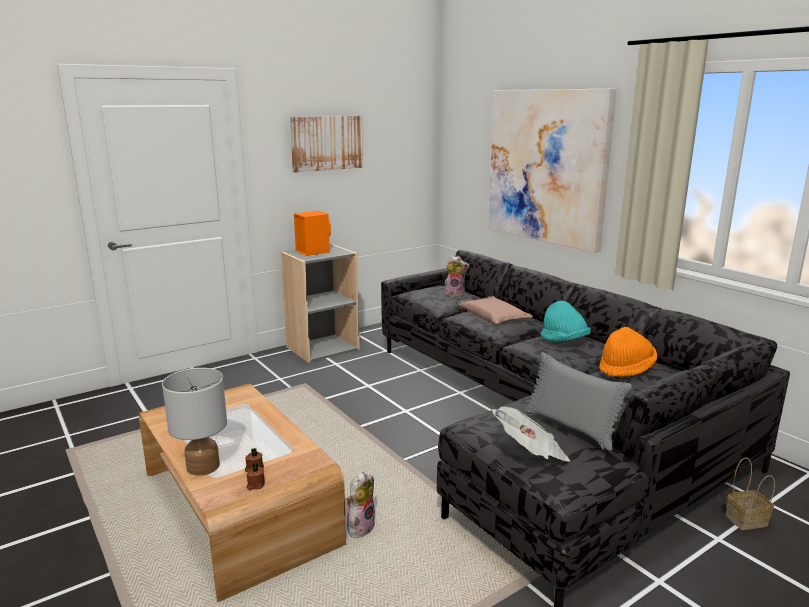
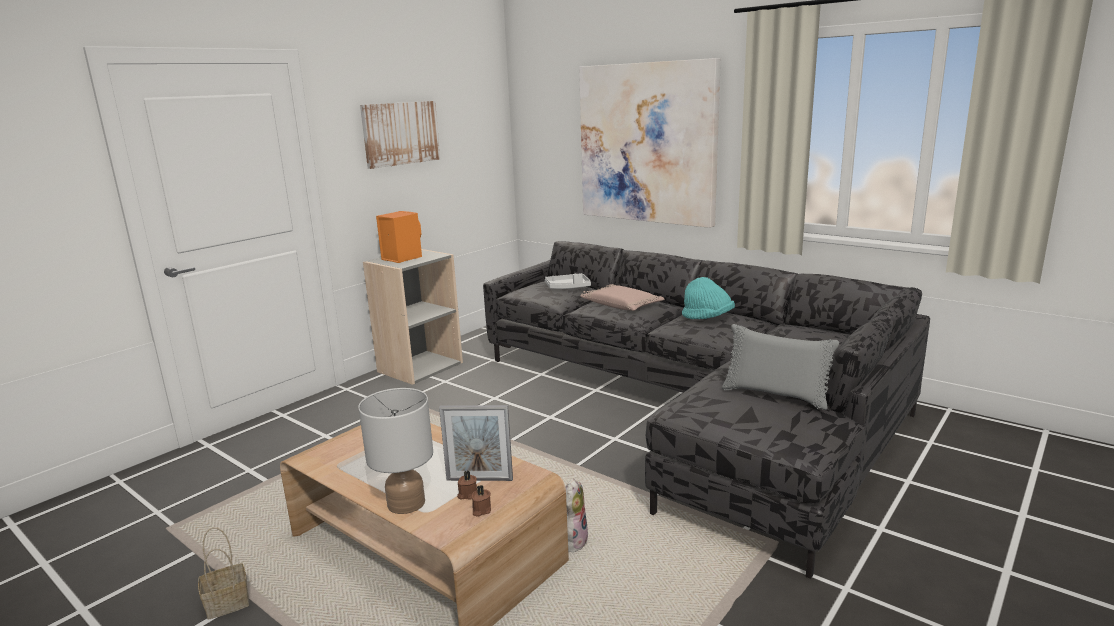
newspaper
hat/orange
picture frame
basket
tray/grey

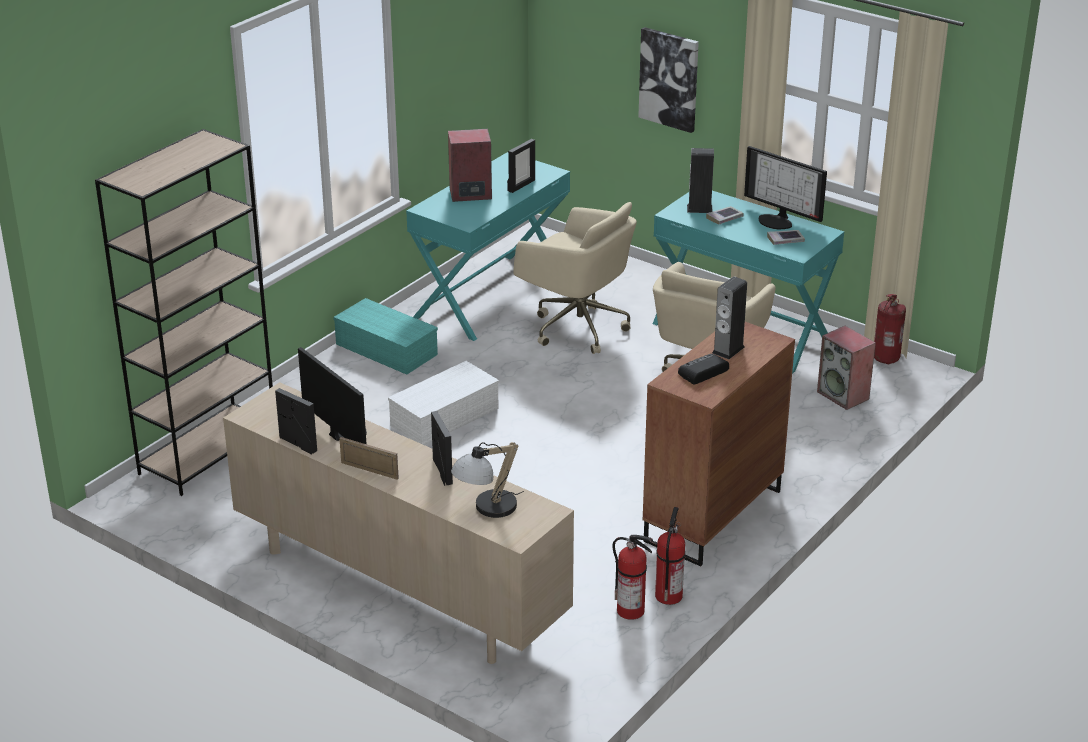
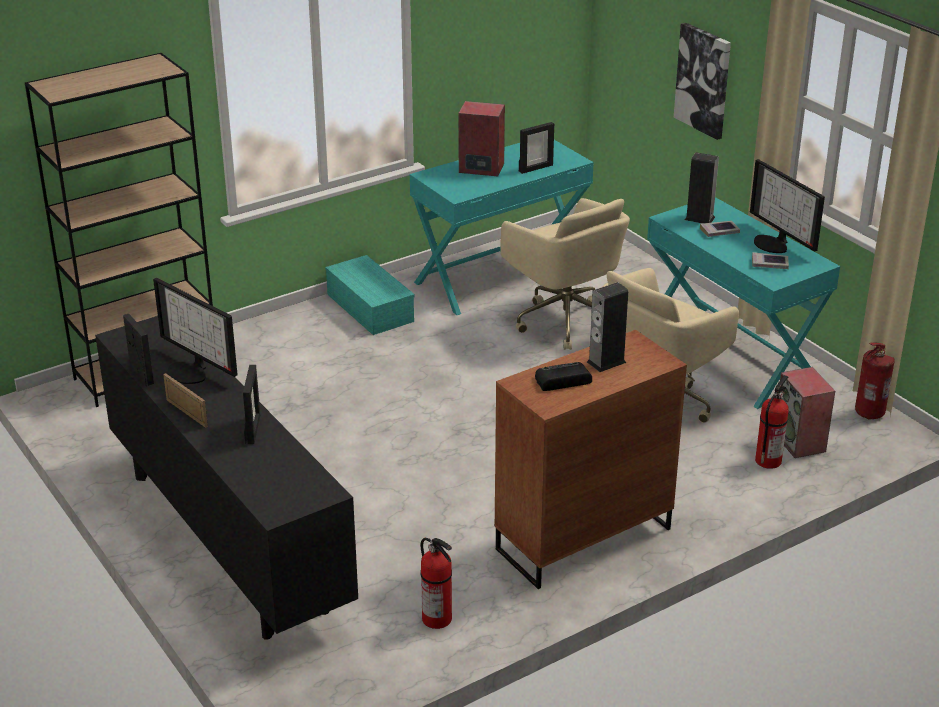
storage box/white
table lamp
fire extinguisher (no. 2 from left)
cabinet/black
monitor (no. 1 from left)

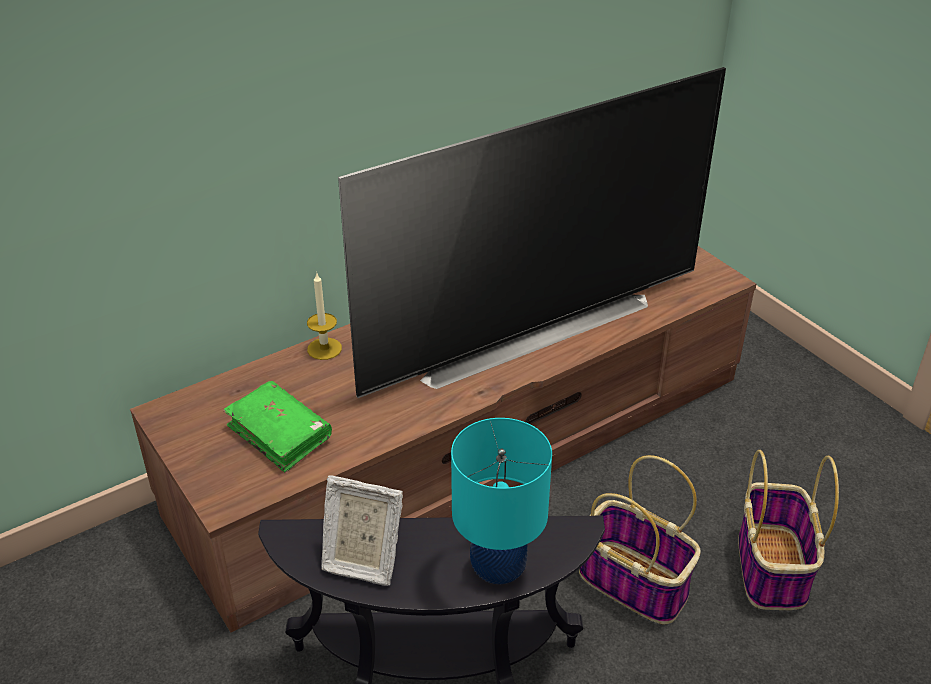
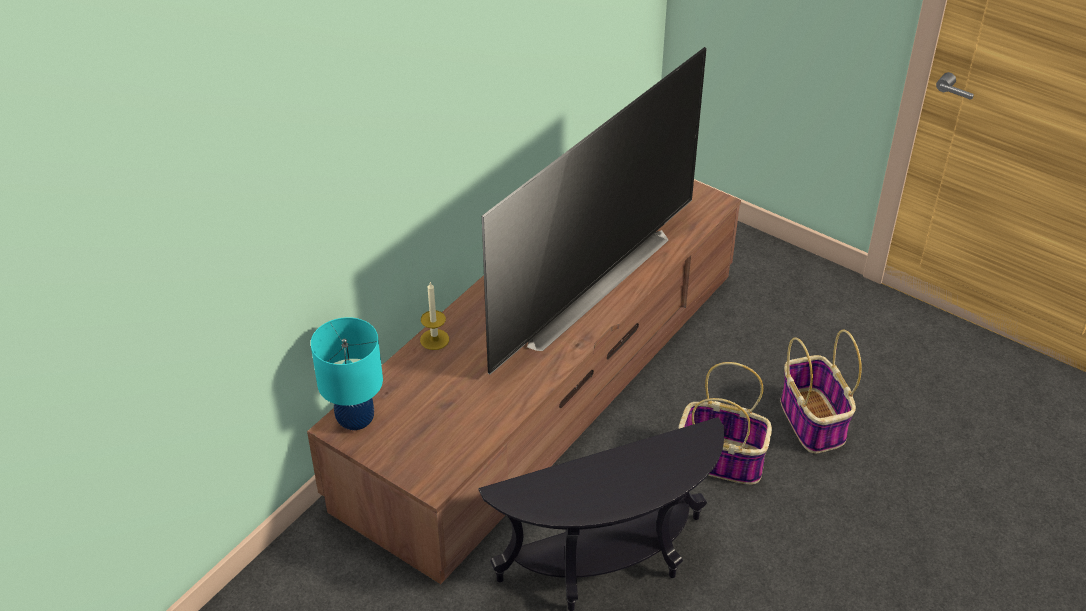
book/green
picture frame
table lamp/turquoise

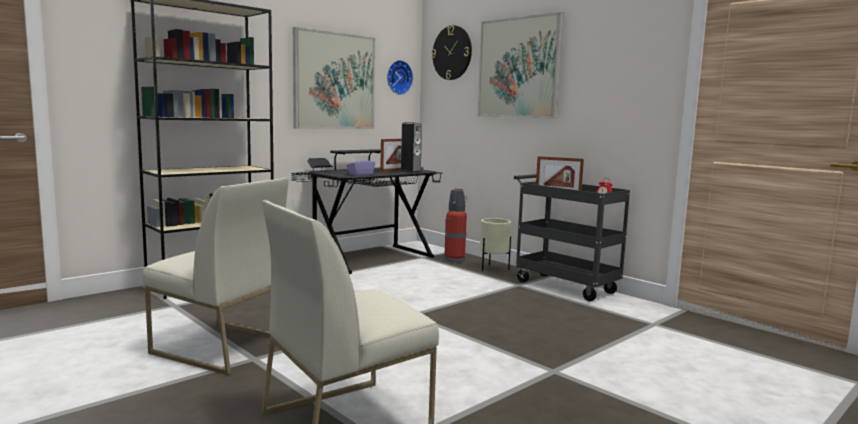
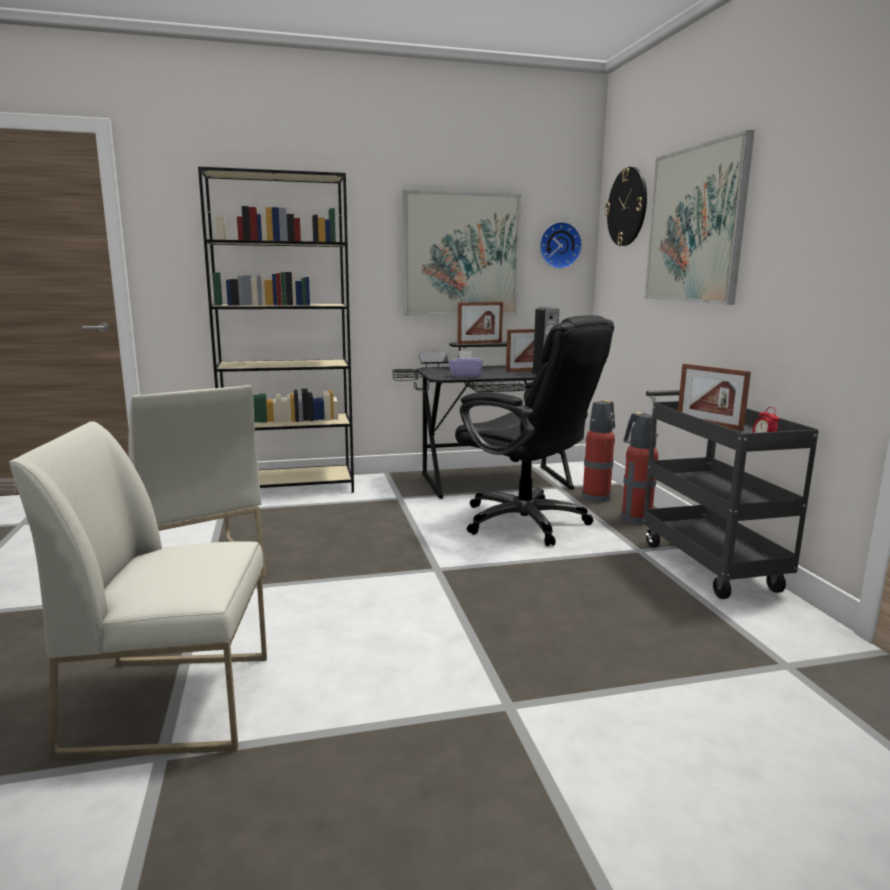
office chair/black
picture frame (no. 1 from left)
fire extinguisher (no. 2 from left)

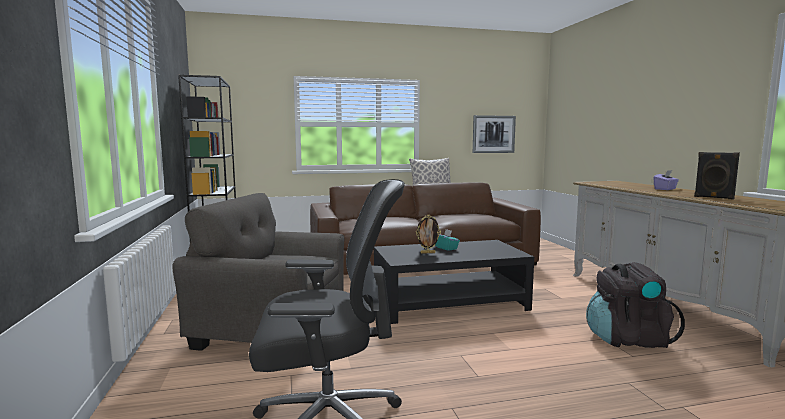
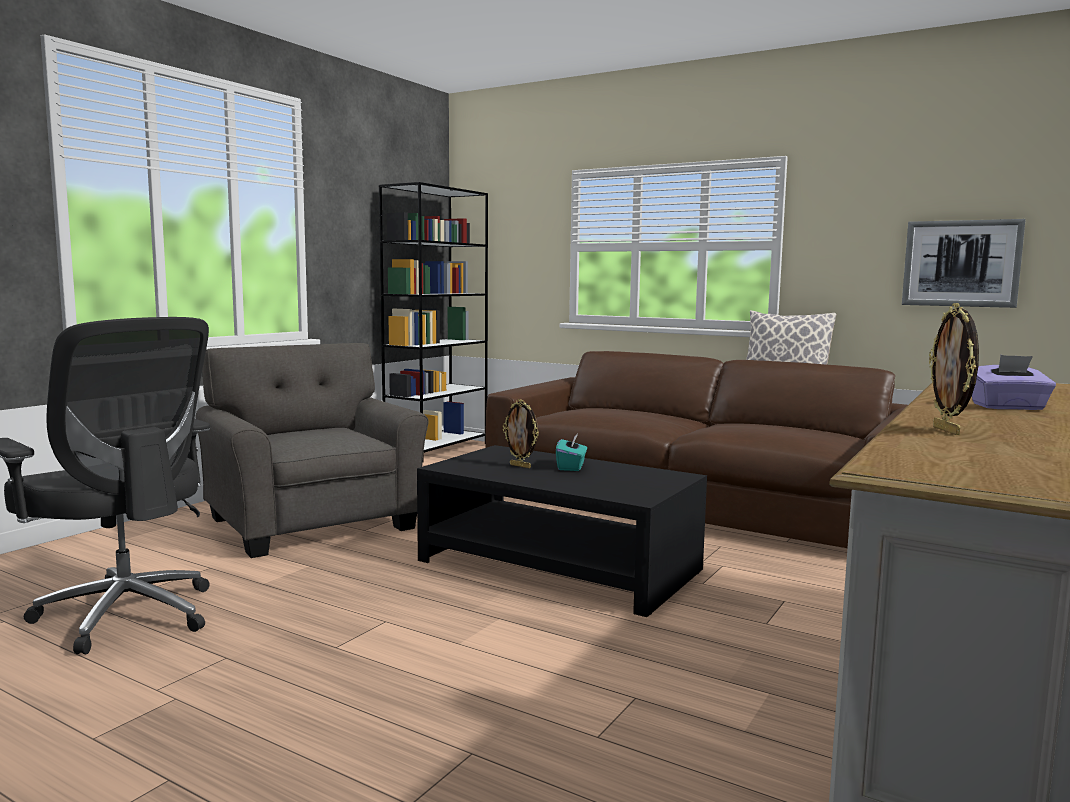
backpack/black
picture frame (no. 2 from left)

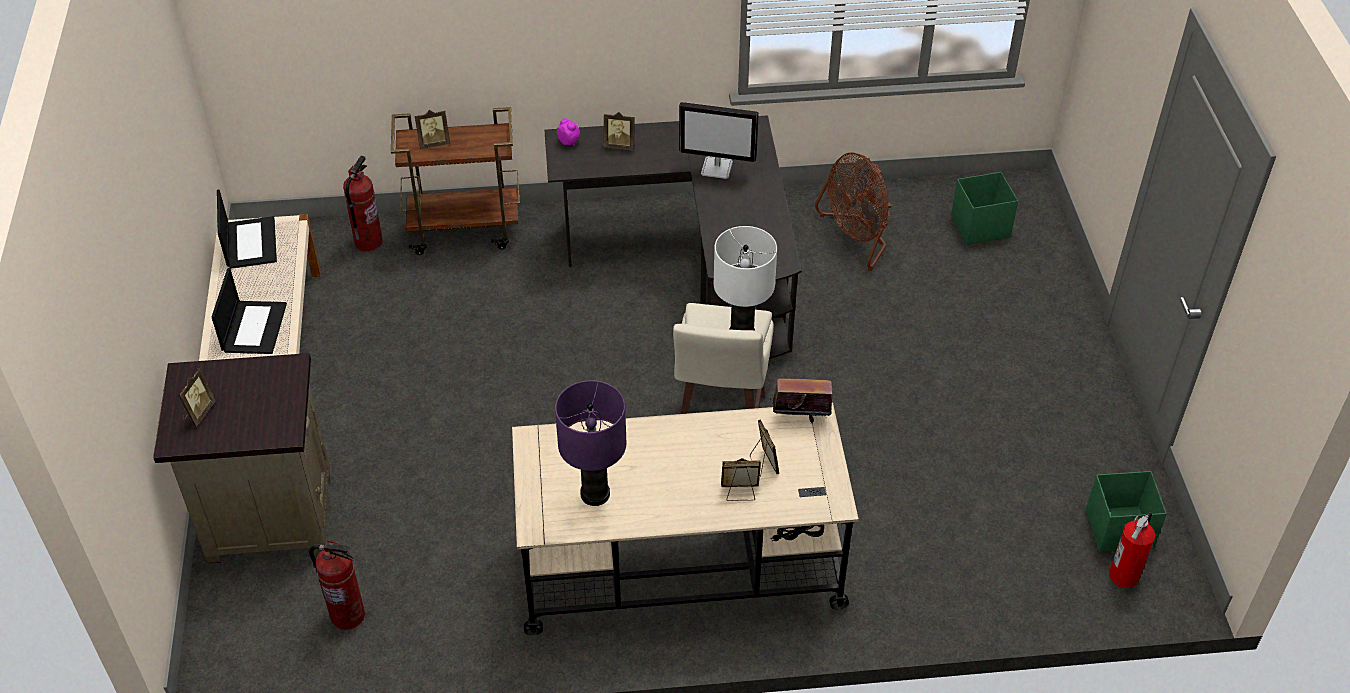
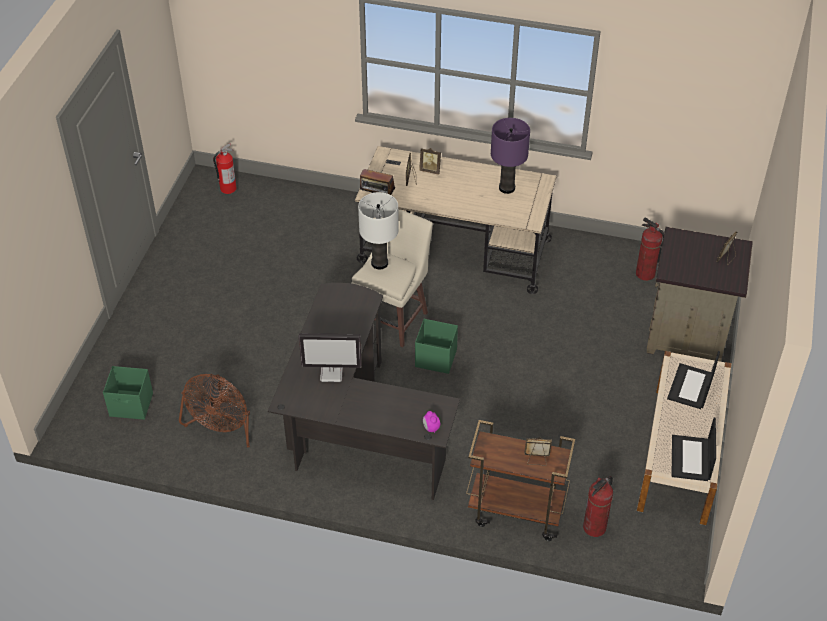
picture frame (no. 3 from left in the first image)
storage box/green (no. 2 from left)
monitor
fan/brown

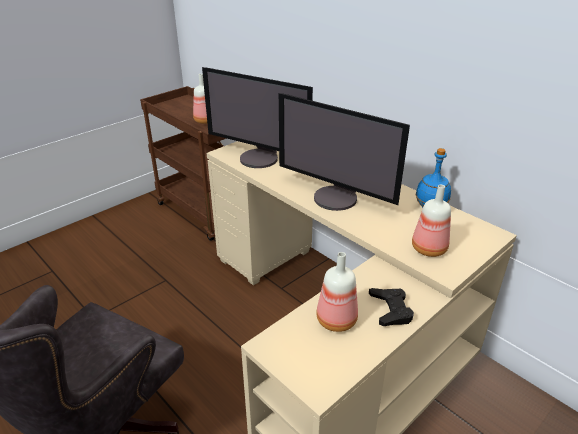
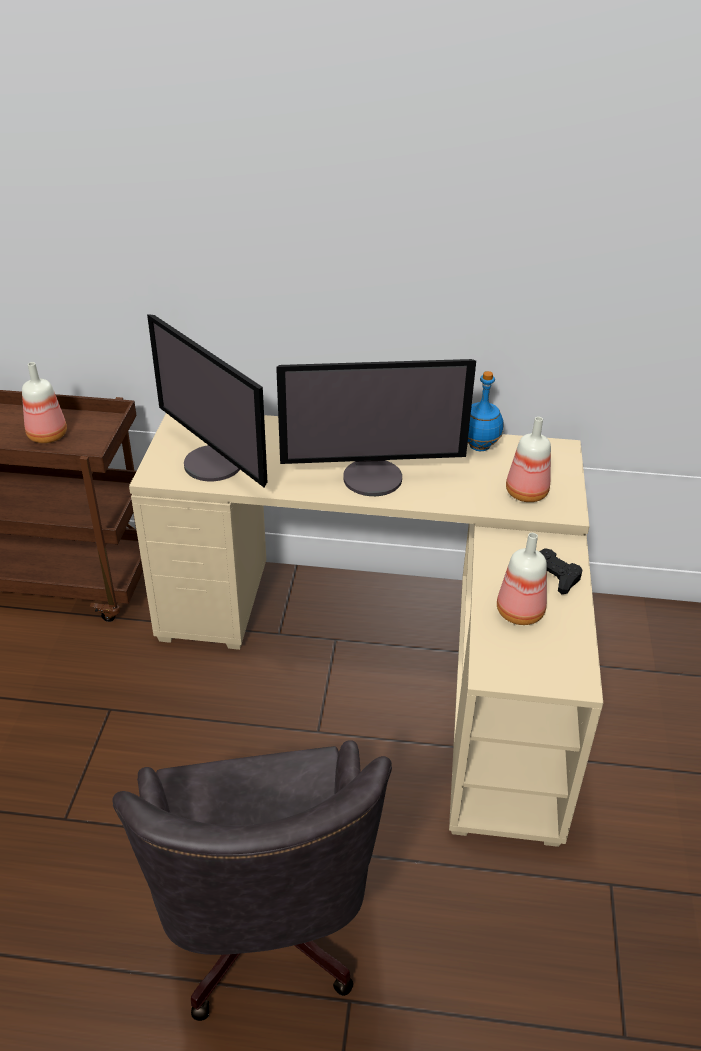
monitor (no. 1 from left)

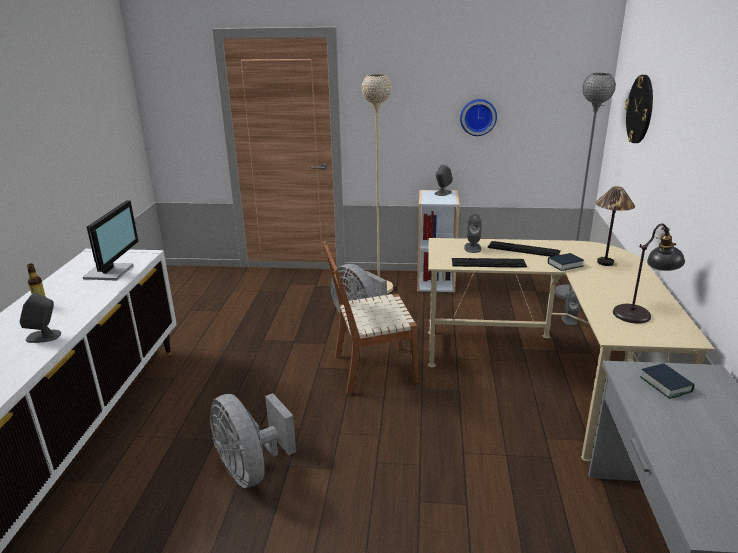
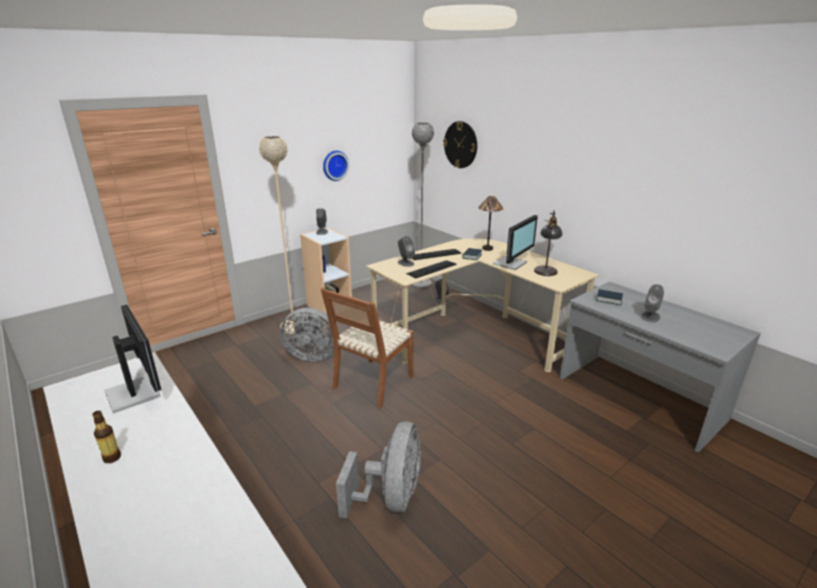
monitor (no. 2 from left)
speaker/grey (no. 4 from left)
fan/grey (no. 2 from left)

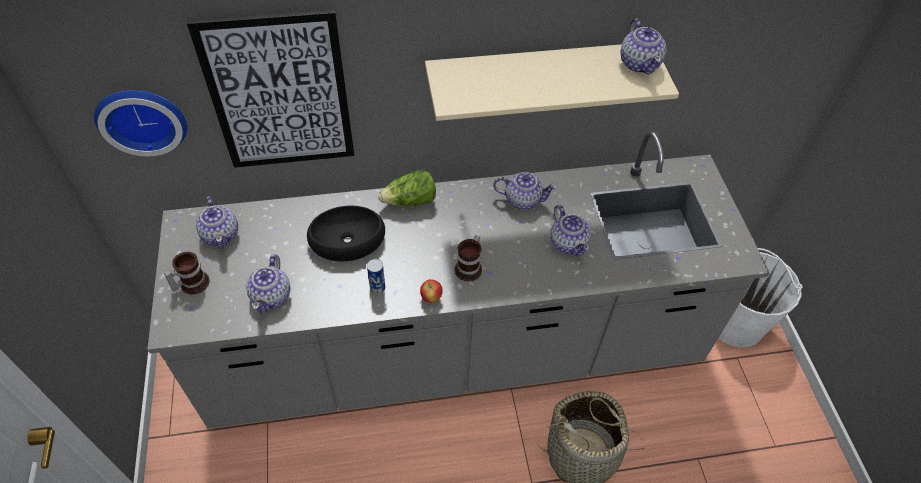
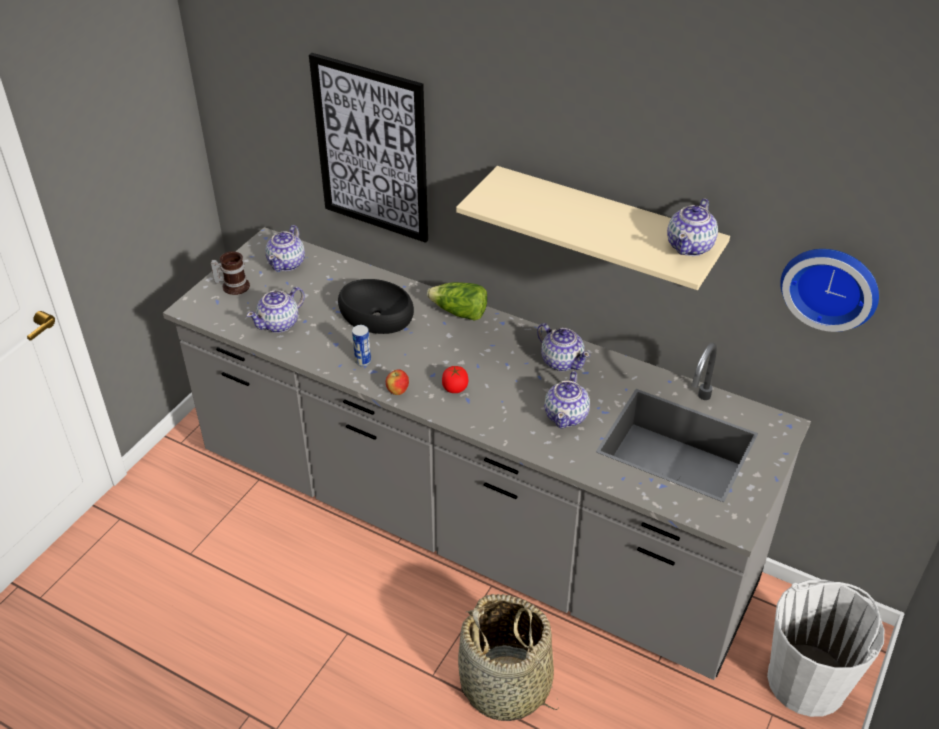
wall clock
tomato

